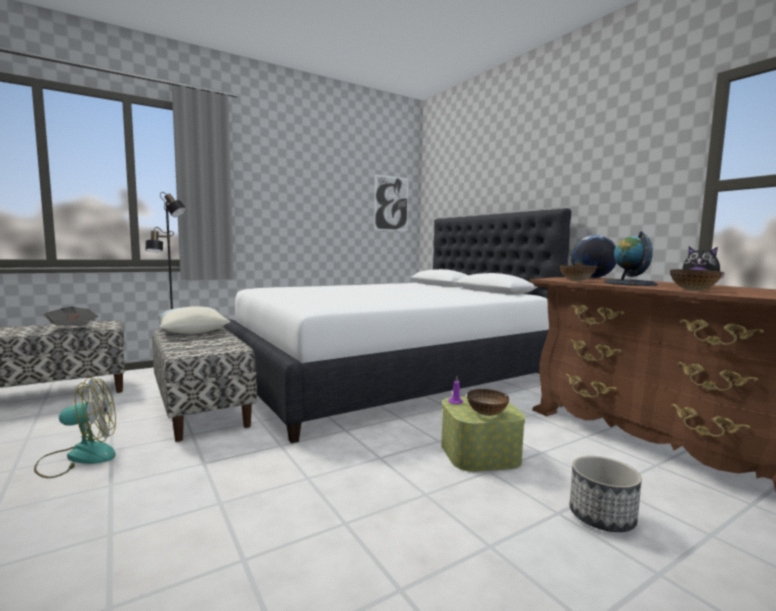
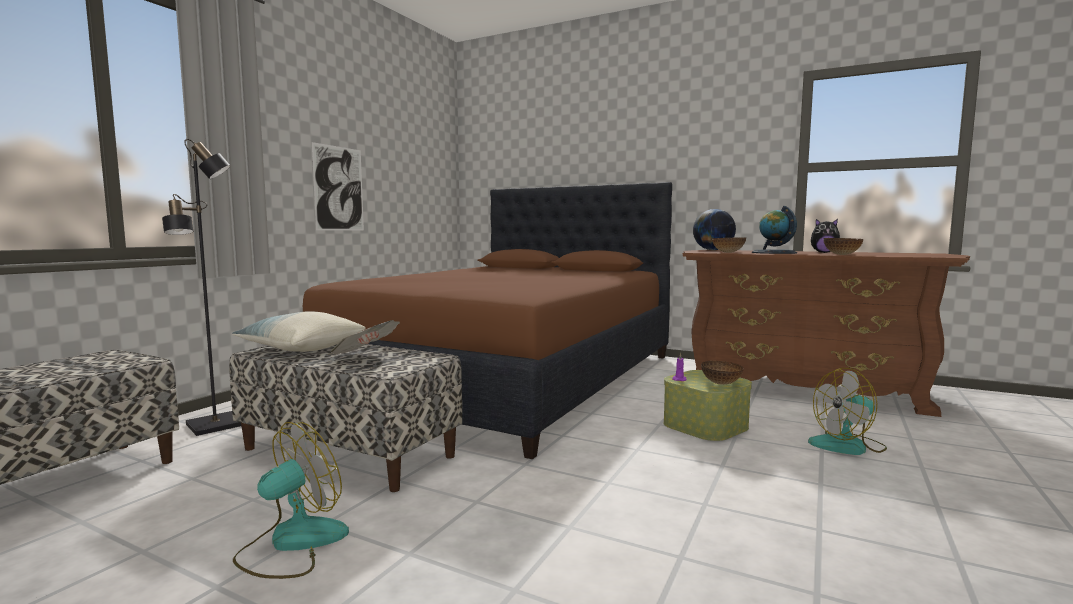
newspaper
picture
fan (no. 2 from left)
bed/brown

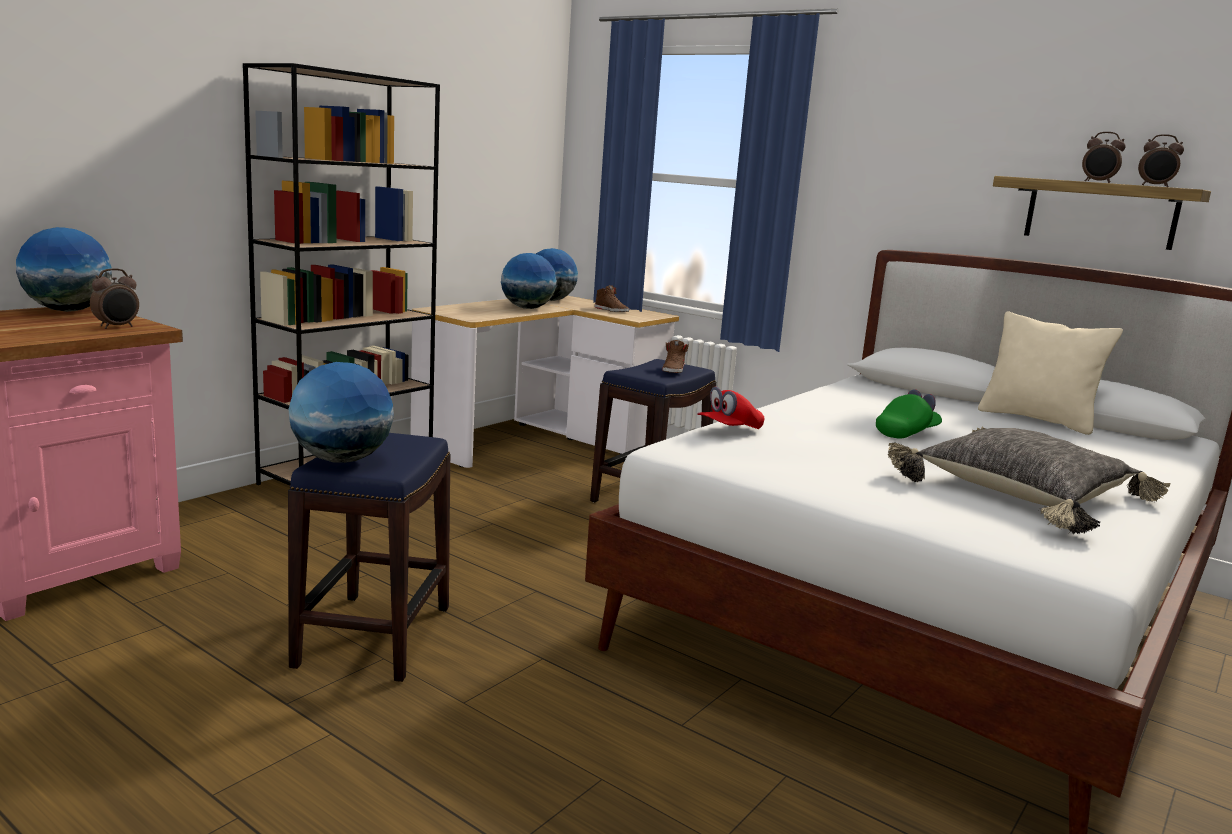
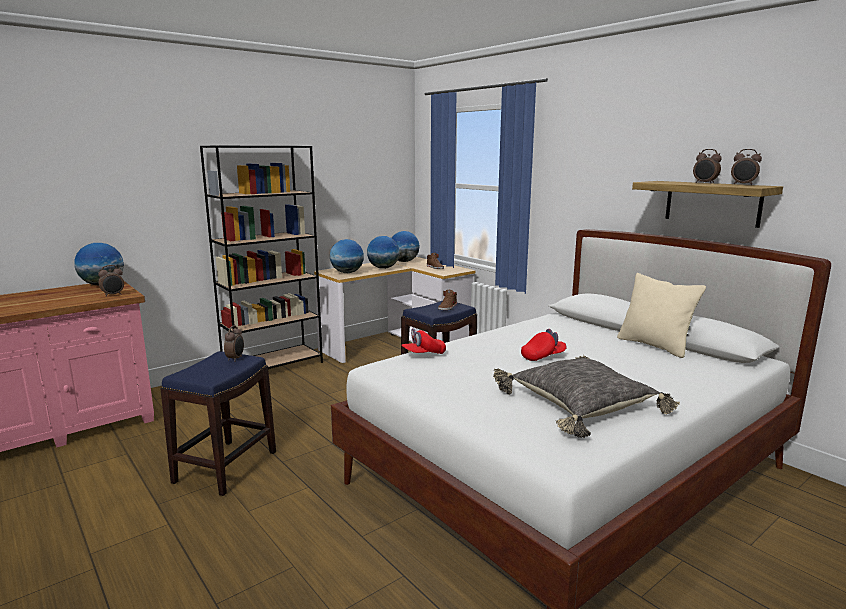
alarm clock (no. 2 from left)
globe (no. 2 from left)
cap/red (no. 2 from left)

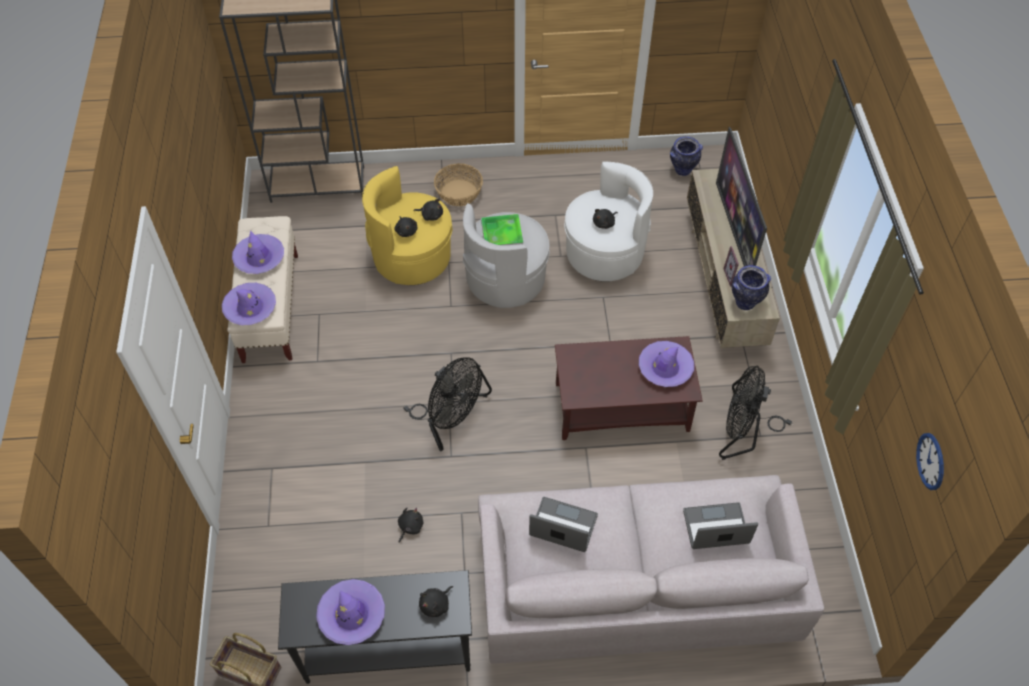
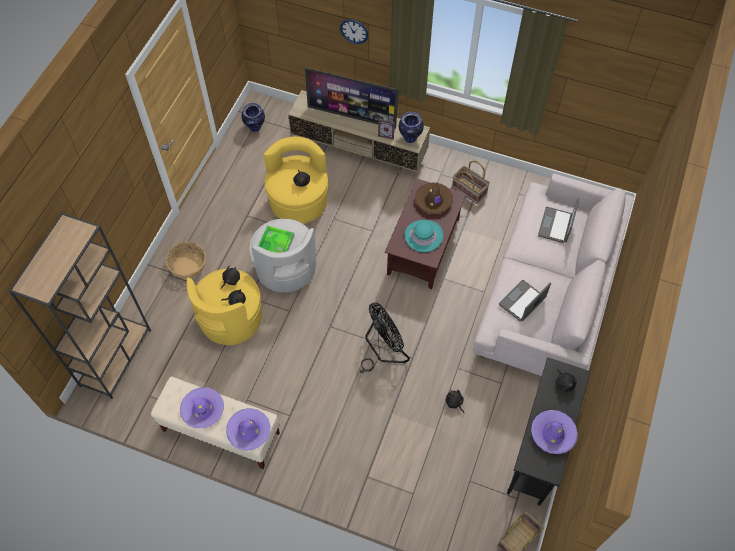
hat/turquoise
wall clock
basket (no. 2 from left)
armchair/yellow (no. 2 from left)
hat/brown

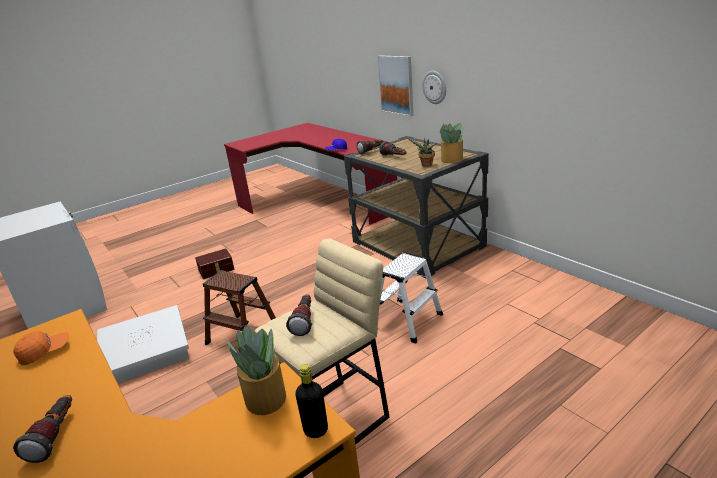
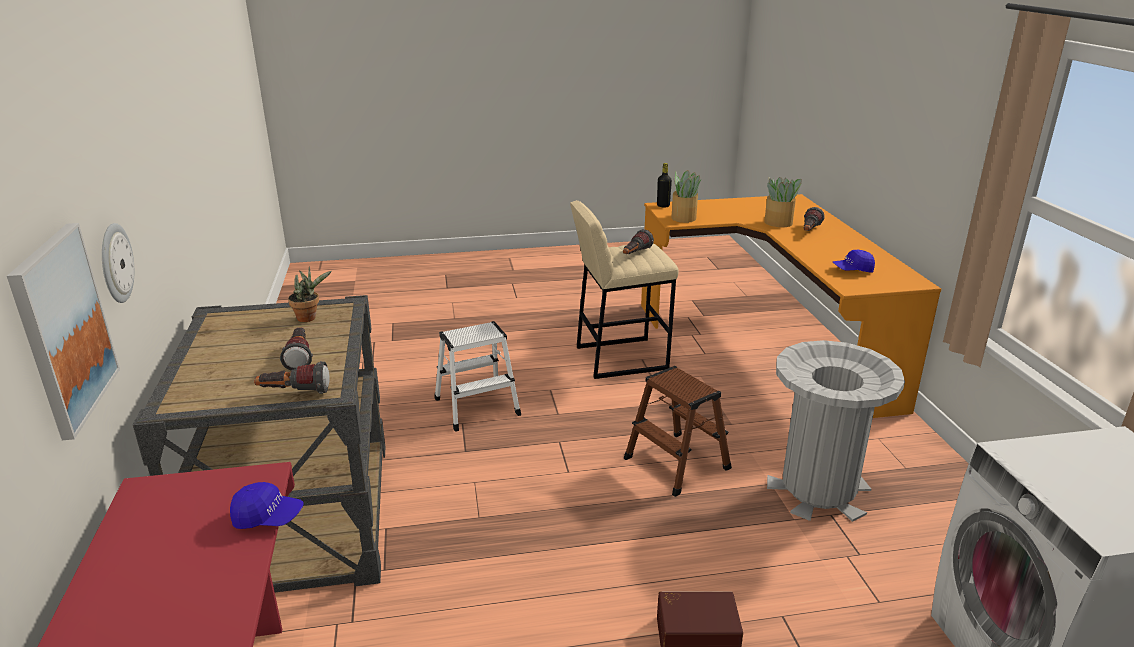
potted plant (no. 3 from left)
trash can/grey
cap/blue (no. 2 from left)

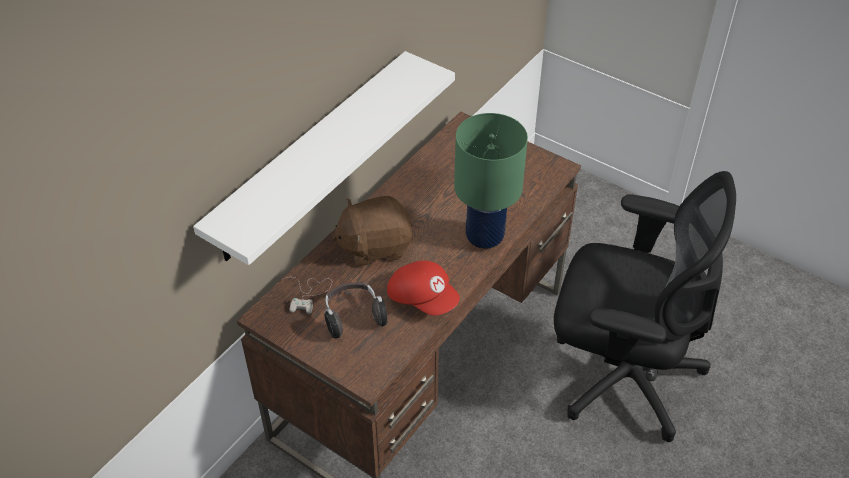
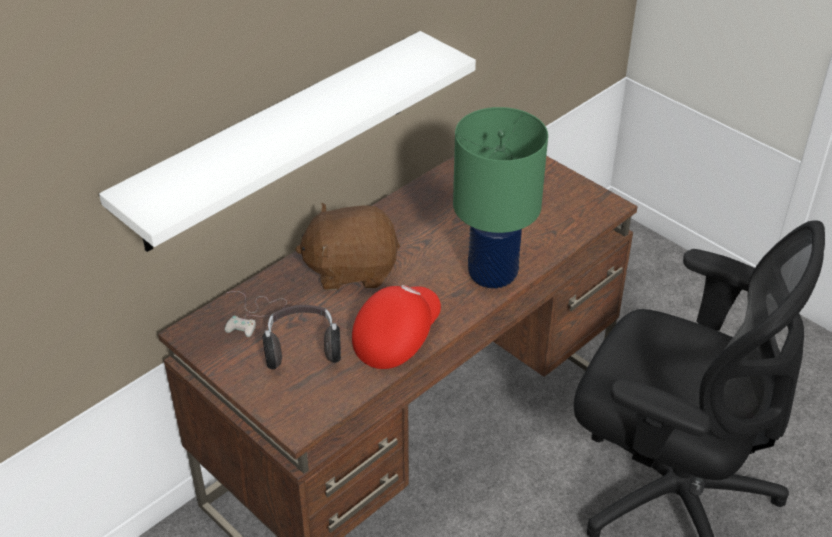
cap/red

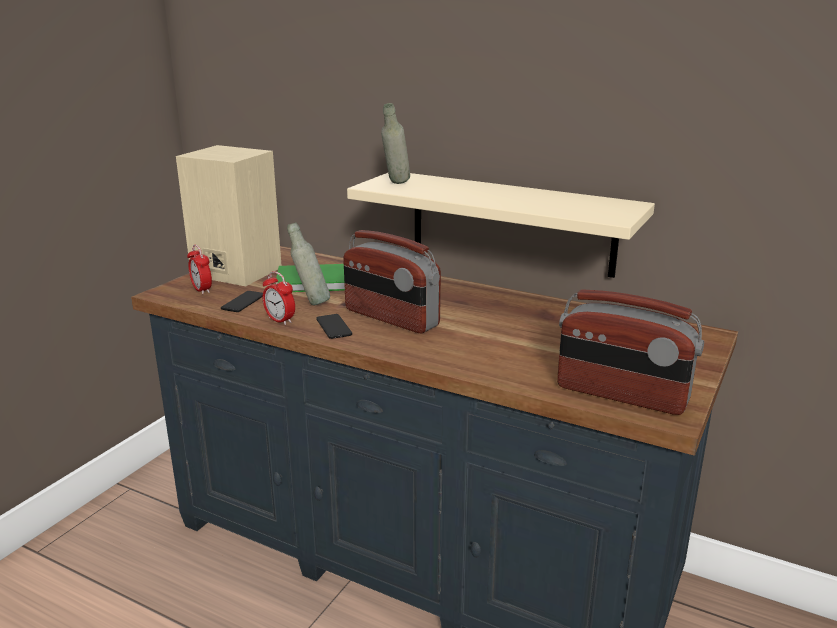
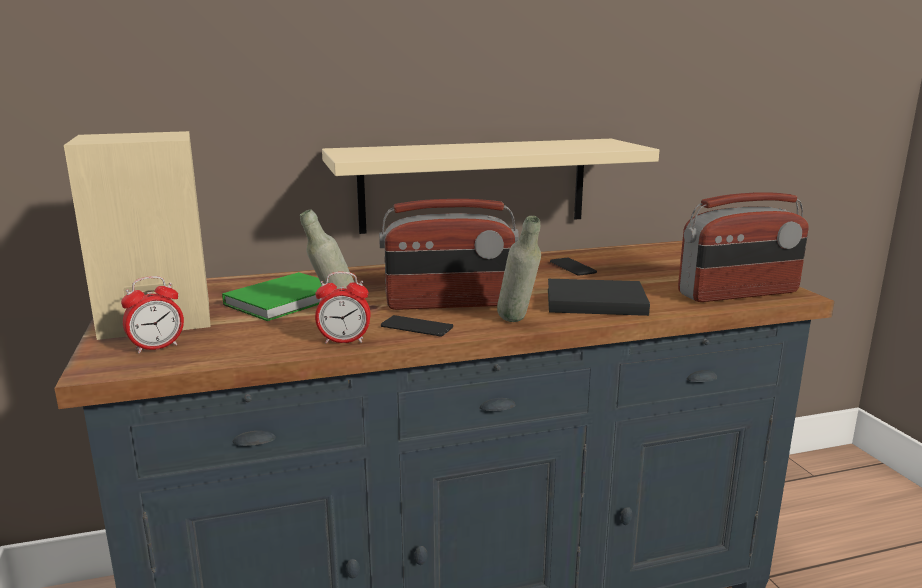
book/black
phone (no. 2 from left)
bottle/grey (no. 2 from left)
alarm clock (no. 1 from left)

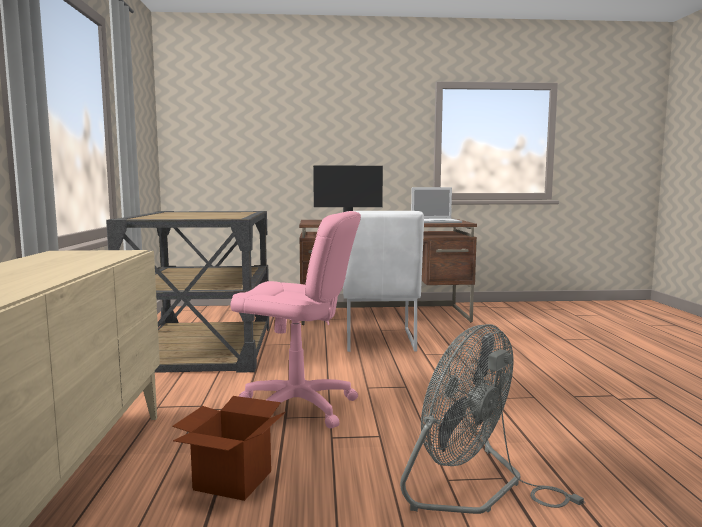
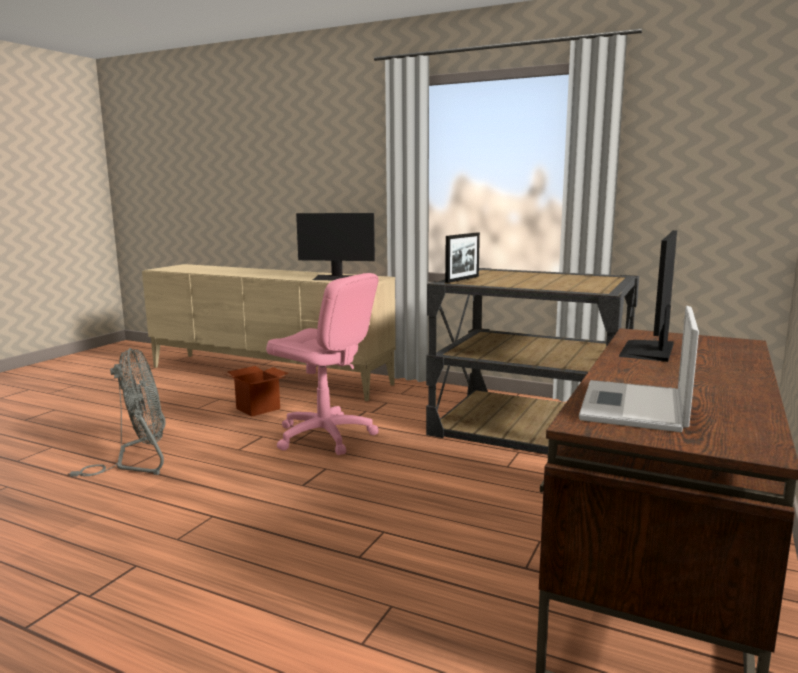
chair/white
monitor (no. 1 from left)
picture frame
office chair/pink

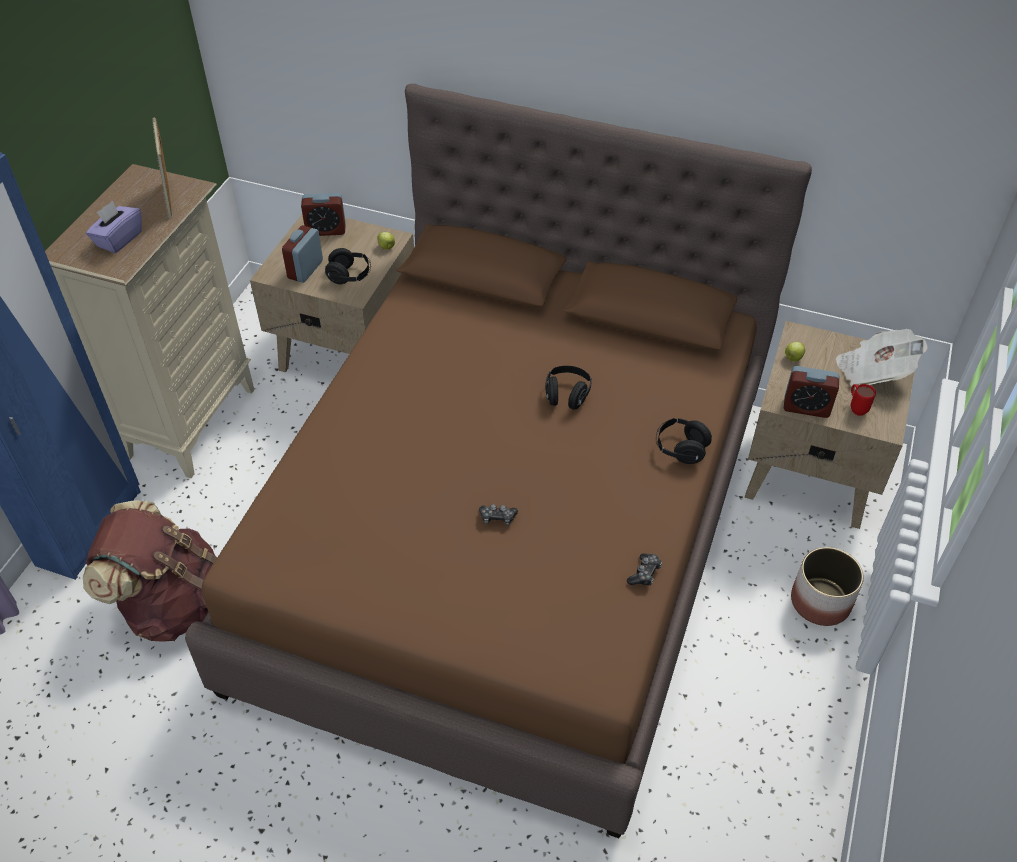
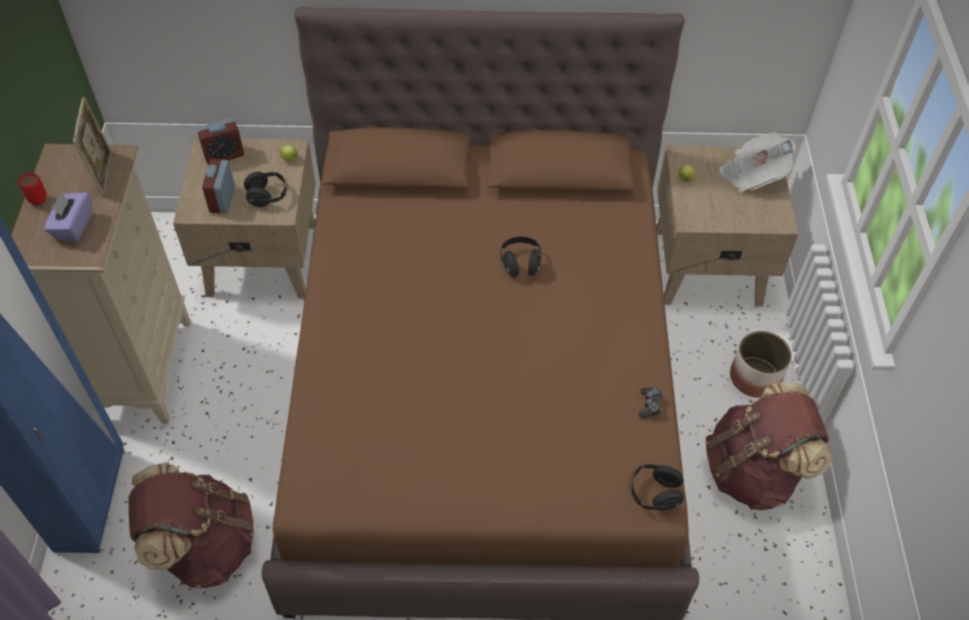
game controller (no. 1 from left in the first image)
alarm clock (no. 3 from left in the first image)
backpack/brown (no. 2 from left)
headphones/black (no. 3 from left)
mug/red
picture frame

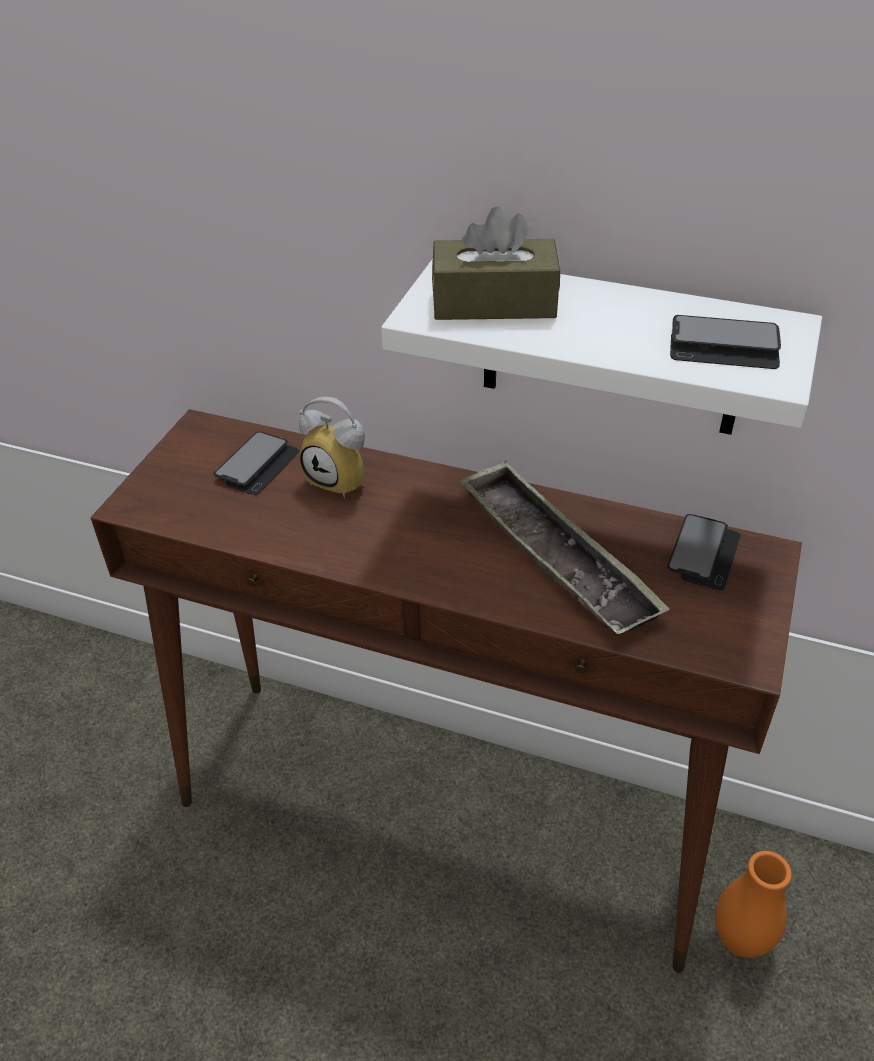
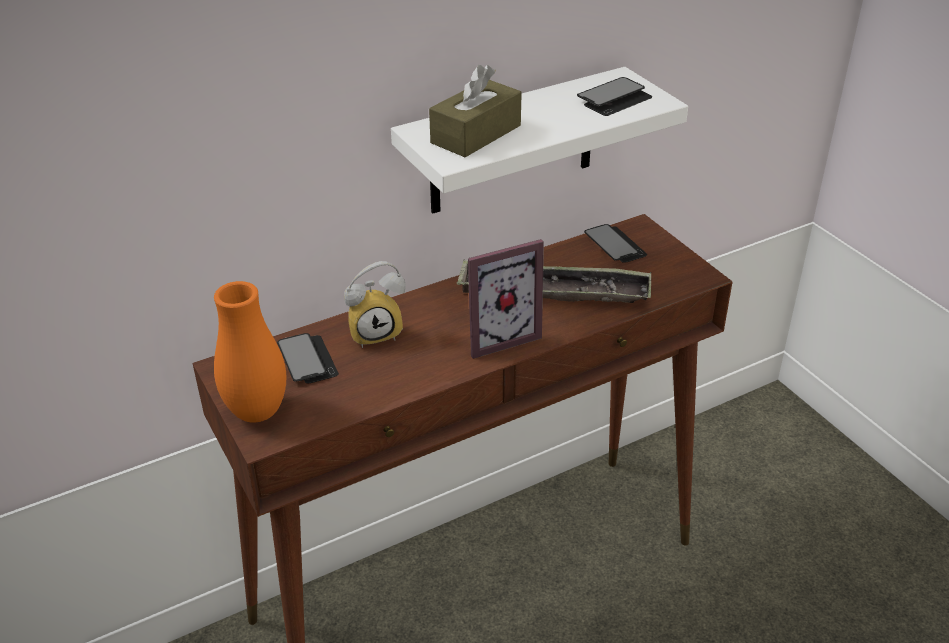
picture frame
vase/orange

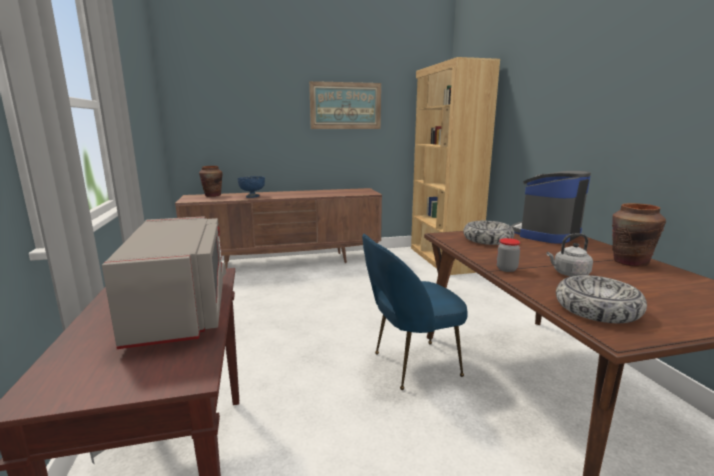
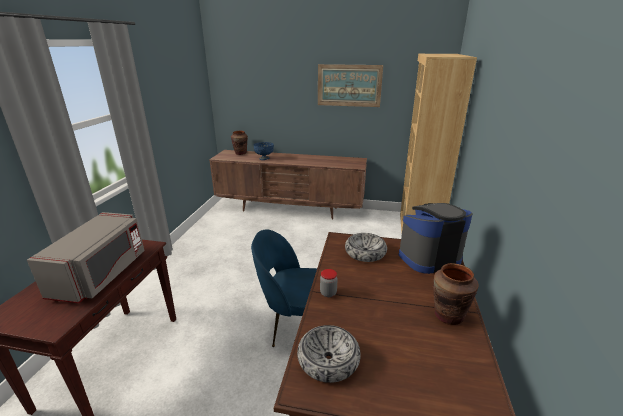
kettle/grey

